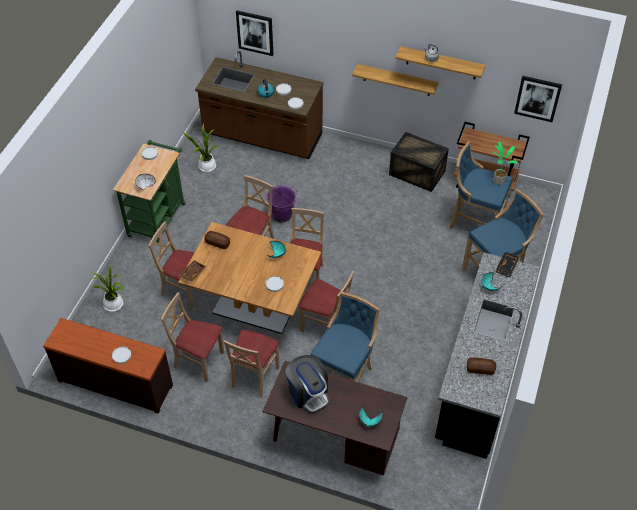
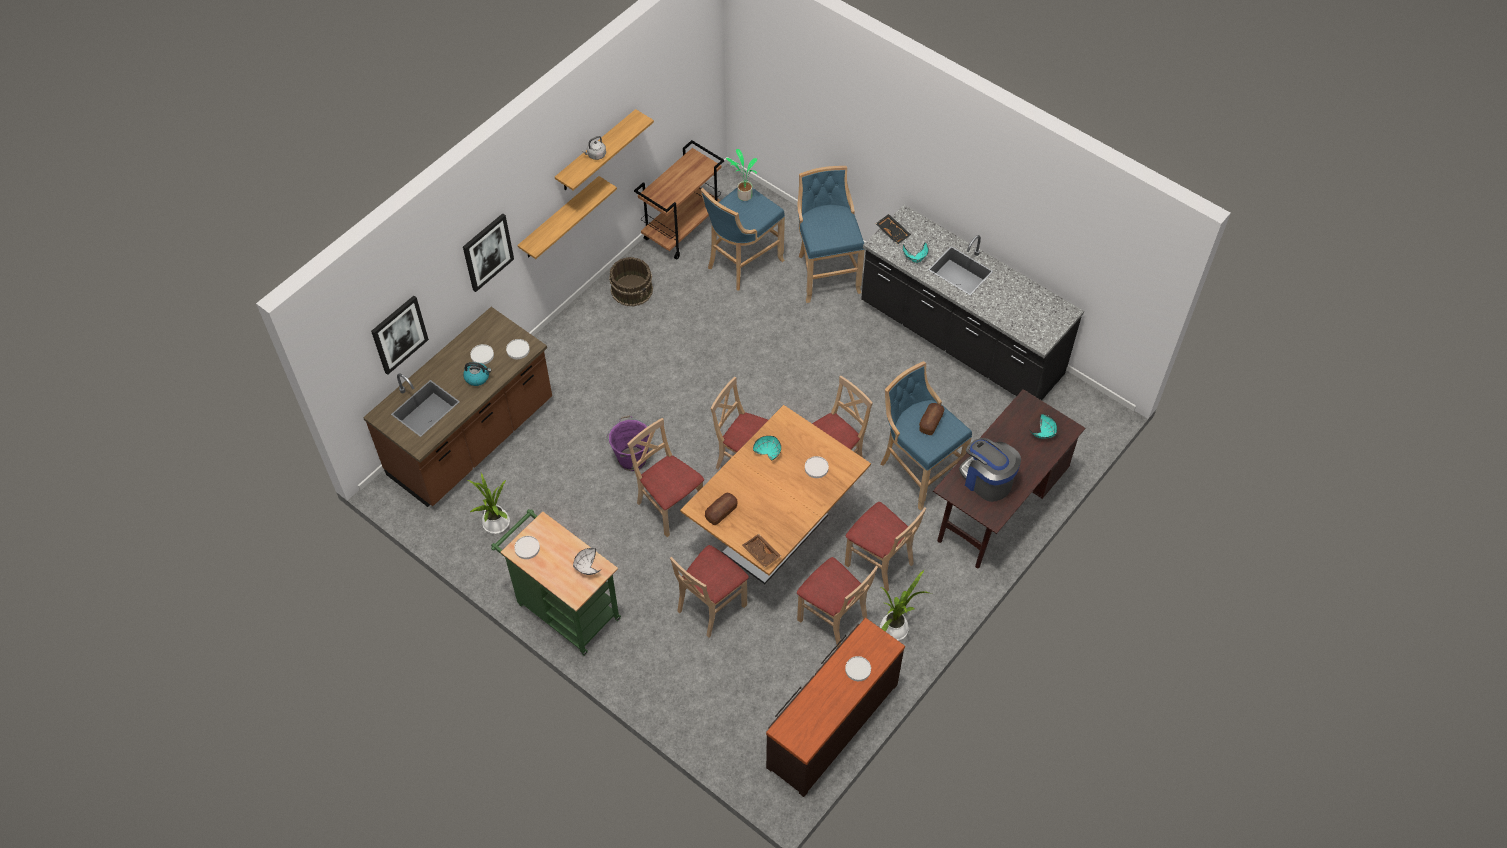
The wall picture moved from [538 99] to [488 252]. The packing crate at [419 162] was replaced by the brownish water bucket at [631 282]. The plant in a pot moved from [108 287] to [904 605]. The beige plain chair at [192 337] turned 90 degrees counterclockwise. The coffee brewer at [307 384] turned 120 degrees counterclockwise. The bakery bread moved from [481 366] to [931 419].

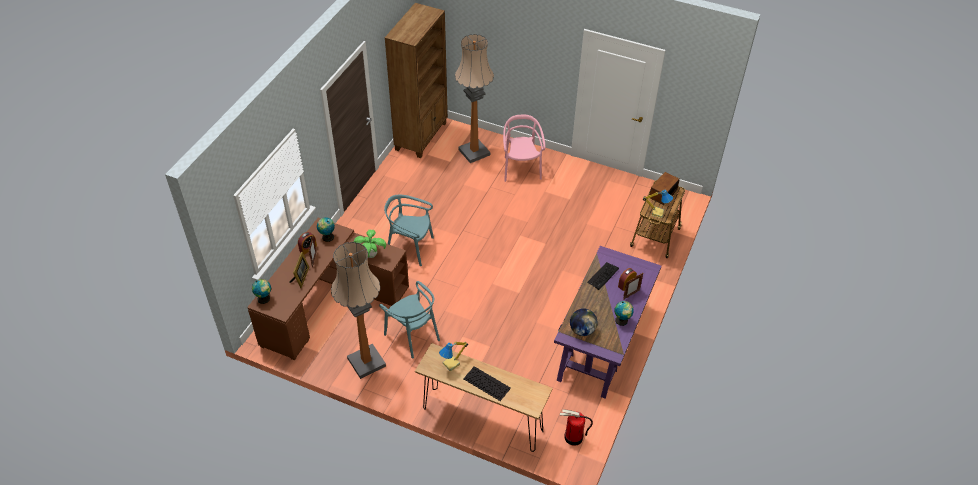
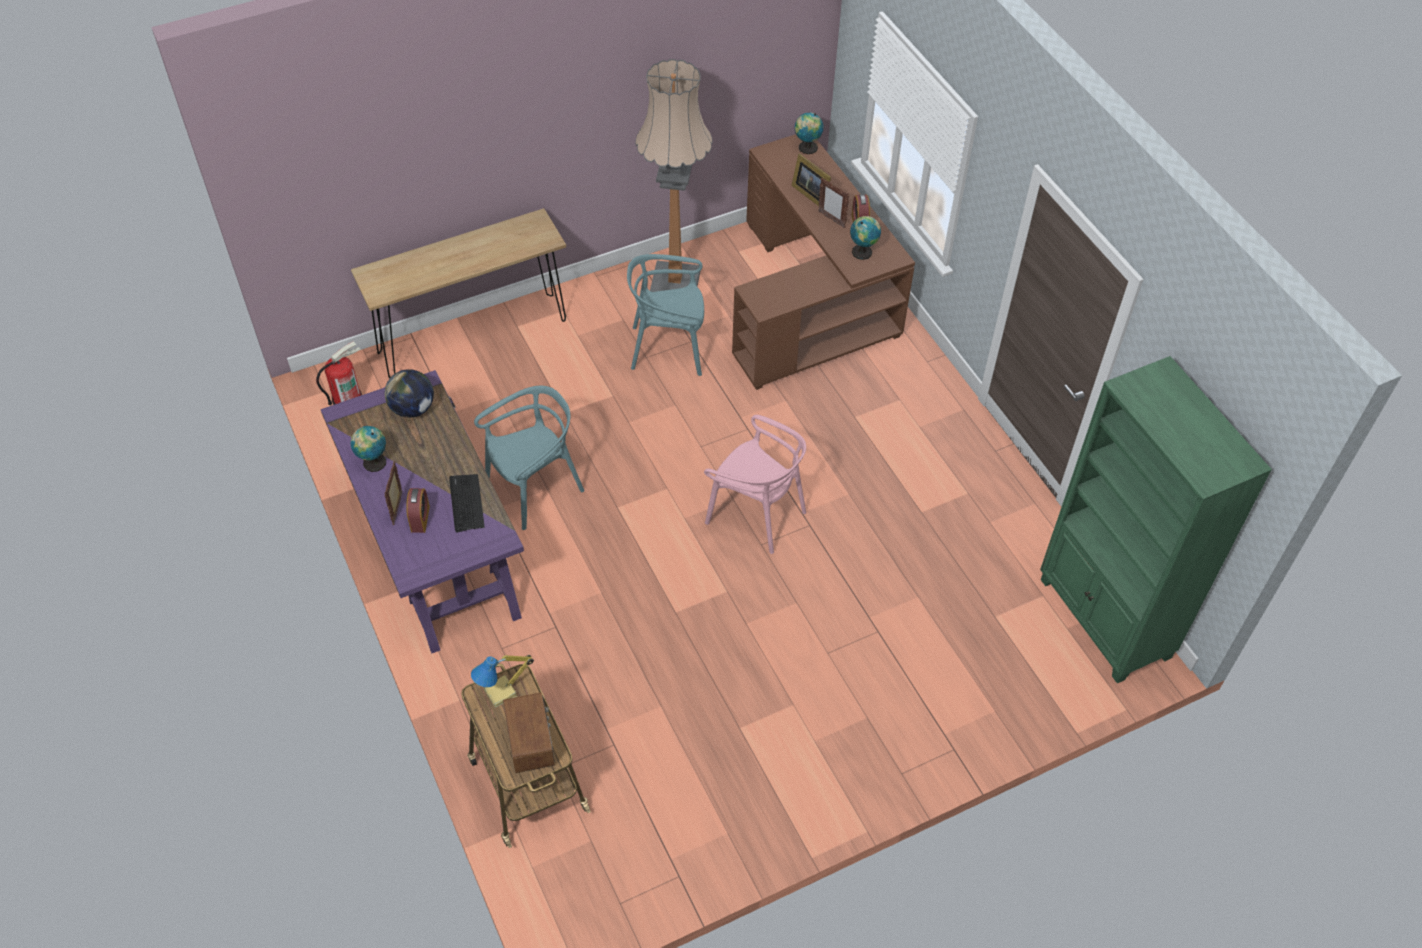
The brownish bookshelf at [416 80] became the greenish bookshelf at [1156 519]. The standard lamp at [474 98] disappeared. The pink plain chair moved from [524 148] to [755 484]. The turquoise-coloured plain chair moved from [409 230] to [529 458]. The plant in a pot at [370 244] disappeared. The tabletop lamp at [453 357] disappeared. The keyboard at [487 383] disappeared.

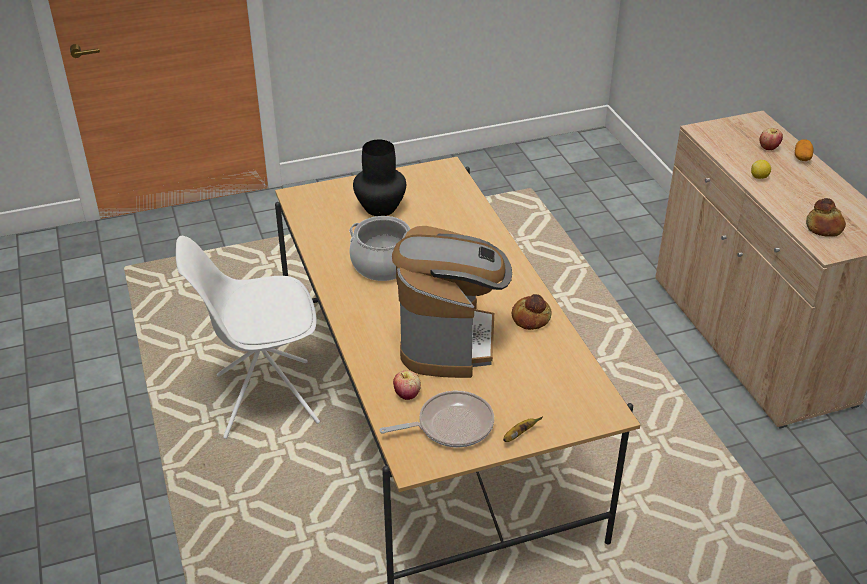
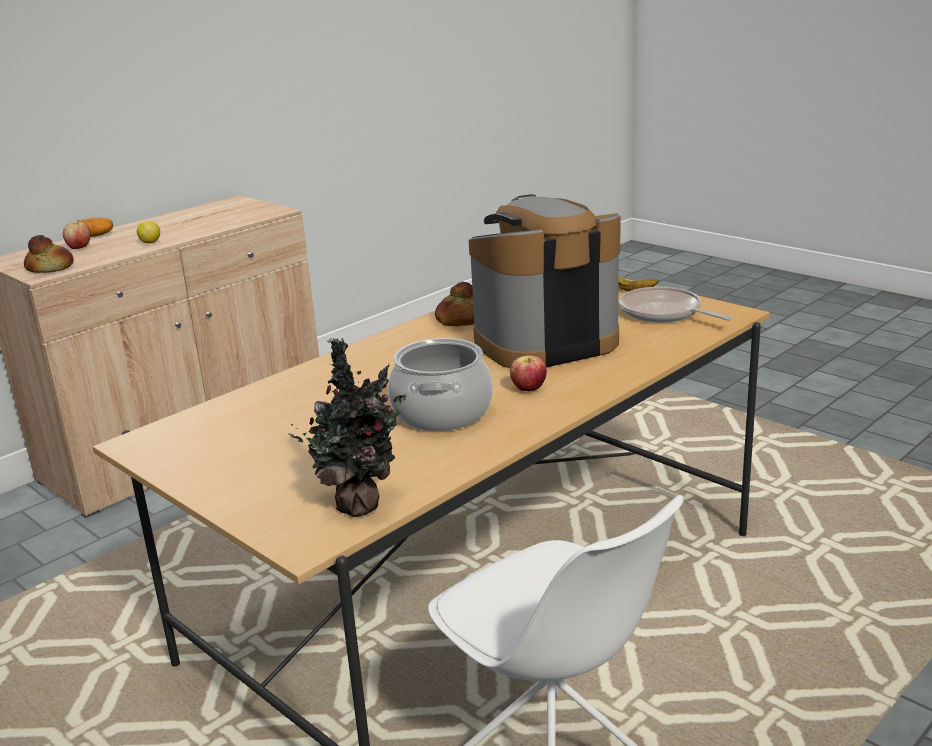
The blackish vase at [379 178] disappeared. The bakery bread moved from [826 217] to [49 254]. The whole apple moved from [407 385] to [528 373]. The plant in a pot at [348 427] appeared.

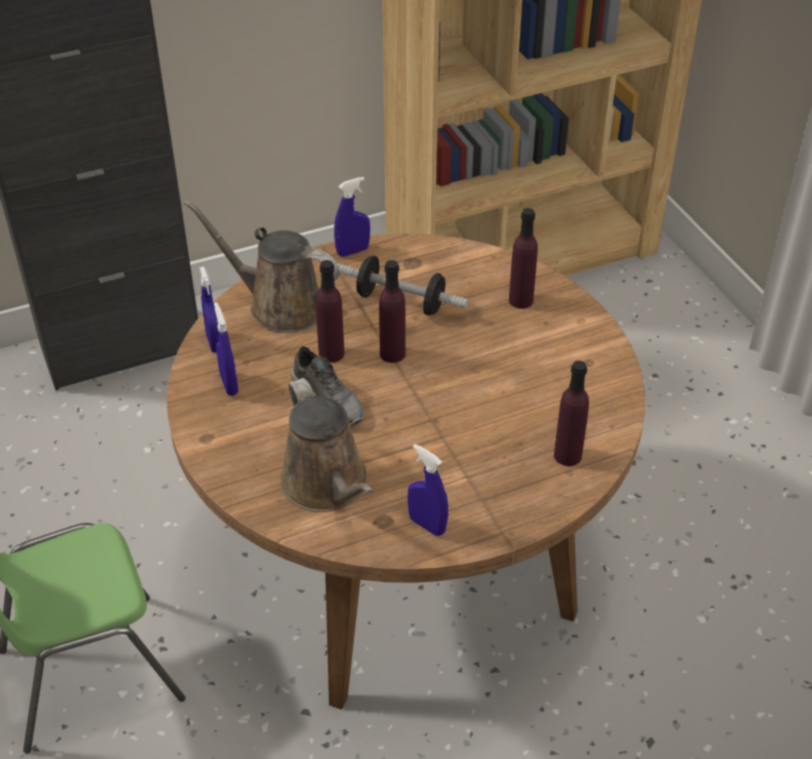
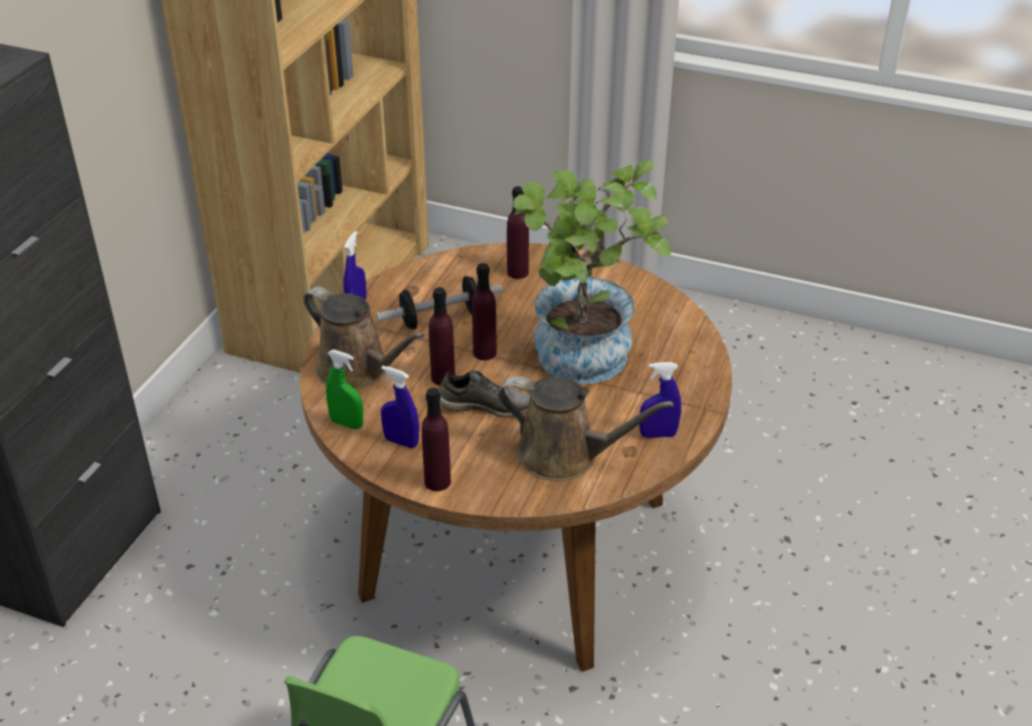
The brownish watering can at [262 266] turned 120 degrees counterclockwise. The bluish sprayer at [209 309] became the greenish sprayer at [344 389]. The purple-coloured beverage bottle moved from [571 413] to [436 439]. The plant in a pot at [592 272] appeared.

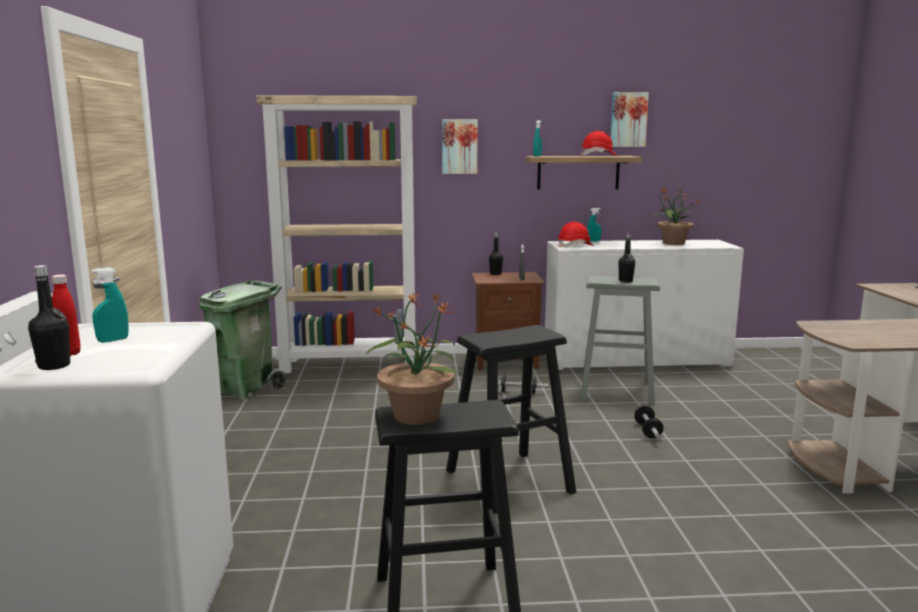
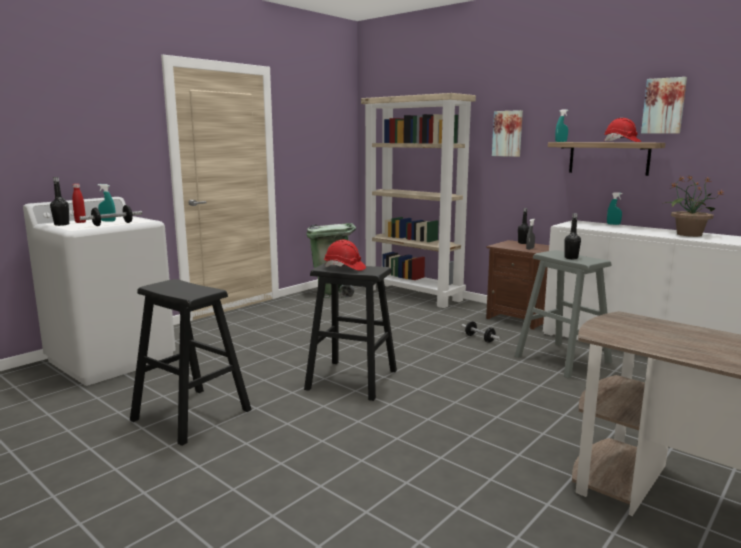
The reddish work helmet moved from [576 235] to [345 255]. The plant in a pot at [413 358] disappeared. The hand weight moved from [649 422] to [111 215].

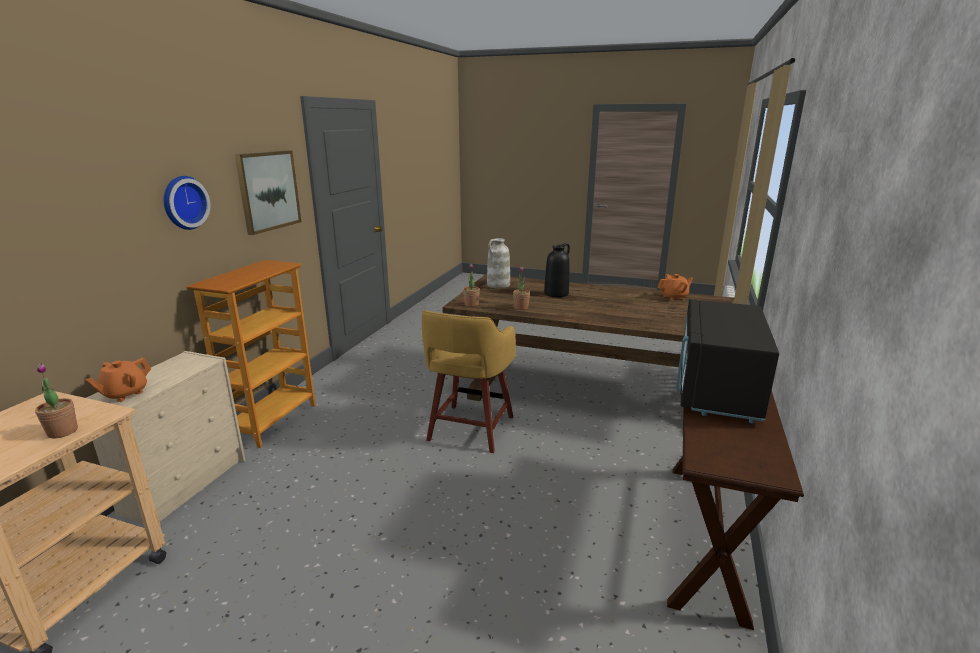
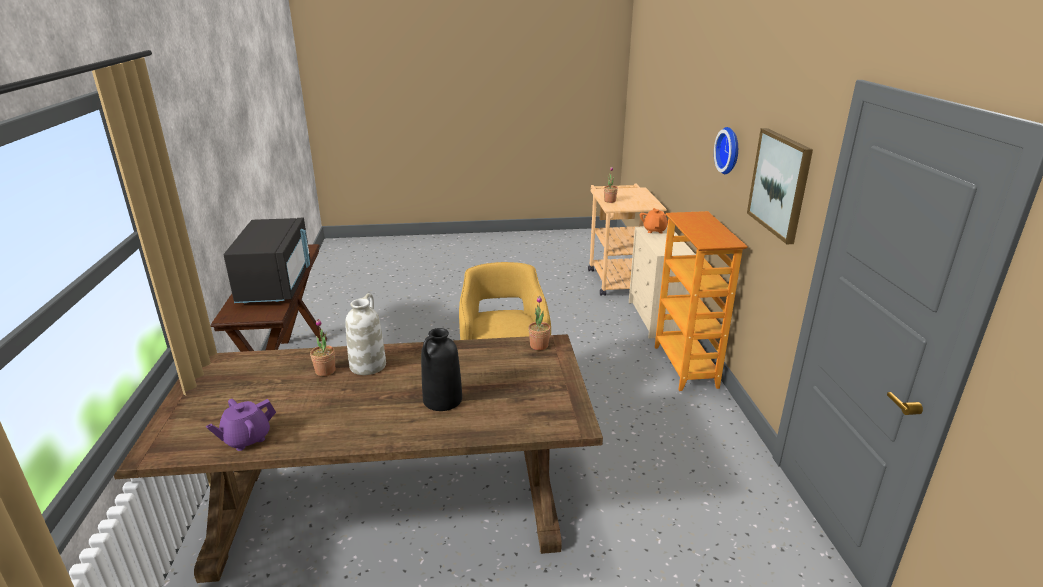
The white-coloured vase moved from [498 263] to [365 334]. The plant in a pot moved from [521 288] to [322 347]. The orange-coloured teapot at [675 287] became the purple-coloured teapot at [241 425].

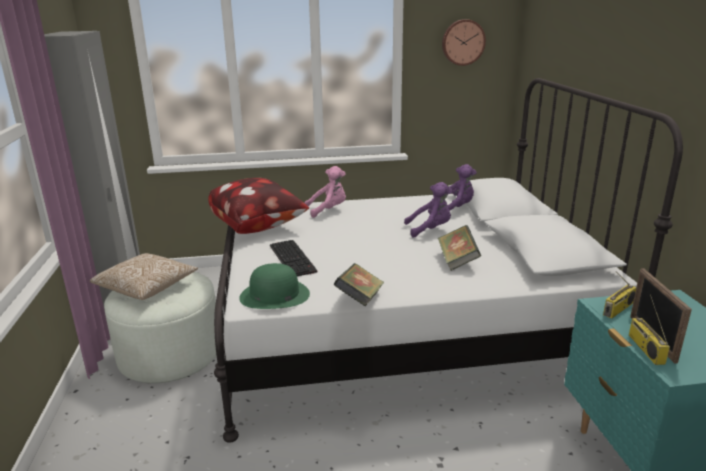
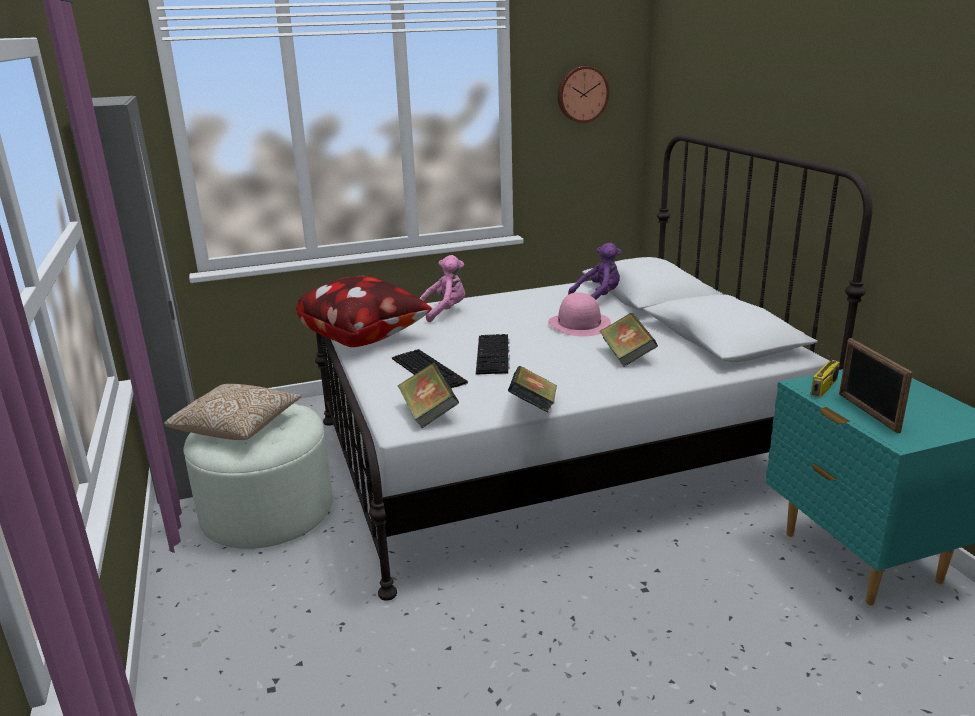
The purple-coloured plush toy at [428 210] was replaced by the pink wearable hat at [579 314]. The greenish wearable hat at [274 286] was replaced by the book at [428 395]. The radio set at [649 330] disappeared. The keyboard at [493 354] appeared.

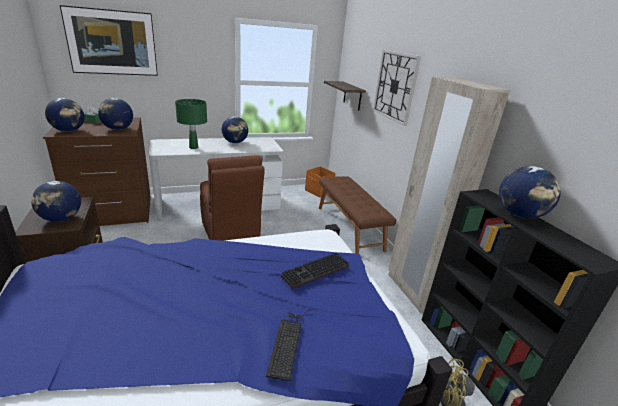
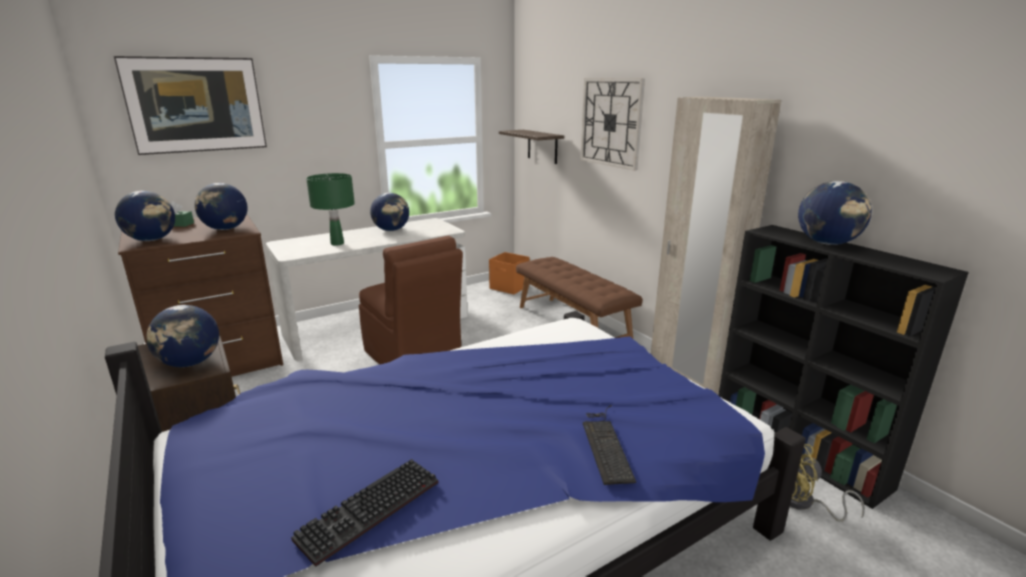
The keyboard moved from [315 271] to [364 513].

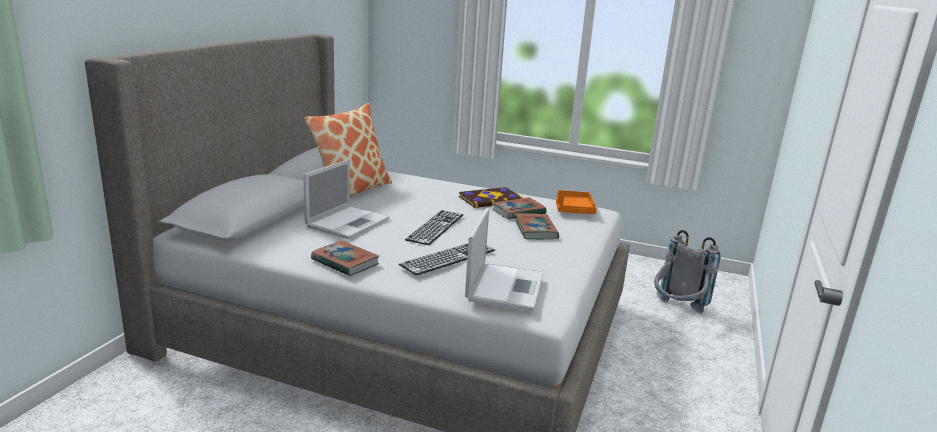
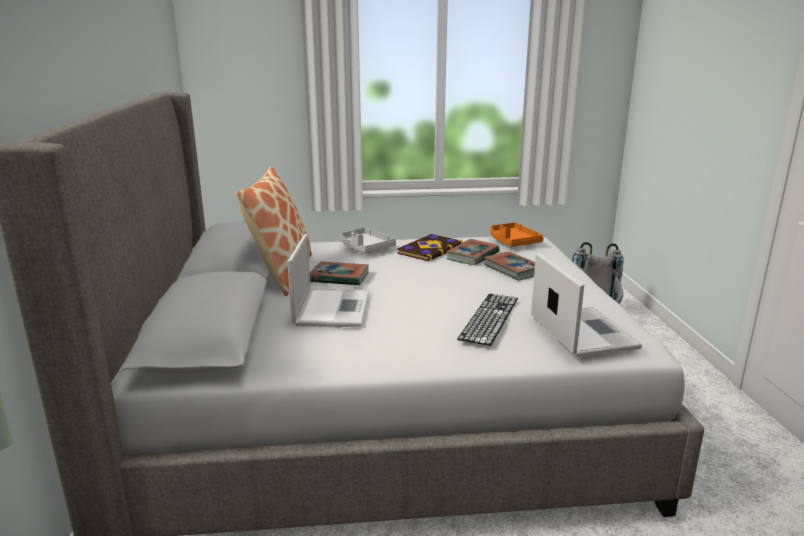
The keyboard at [434 227] disappeared. The book moved from [345 258] to [339 273]. The grey tray at [368 240] appeared.

